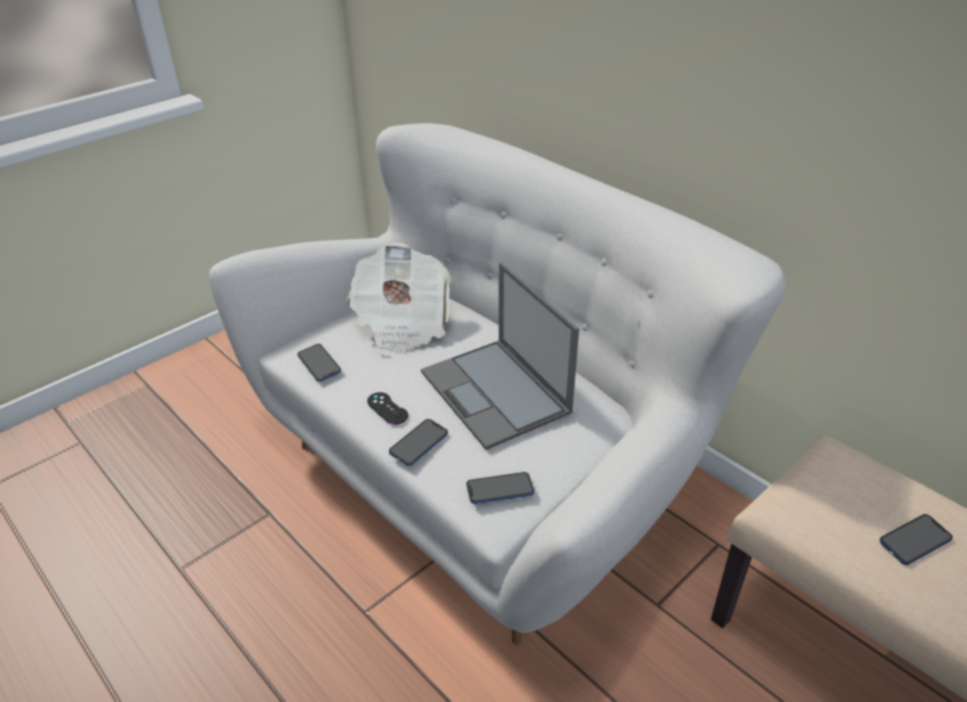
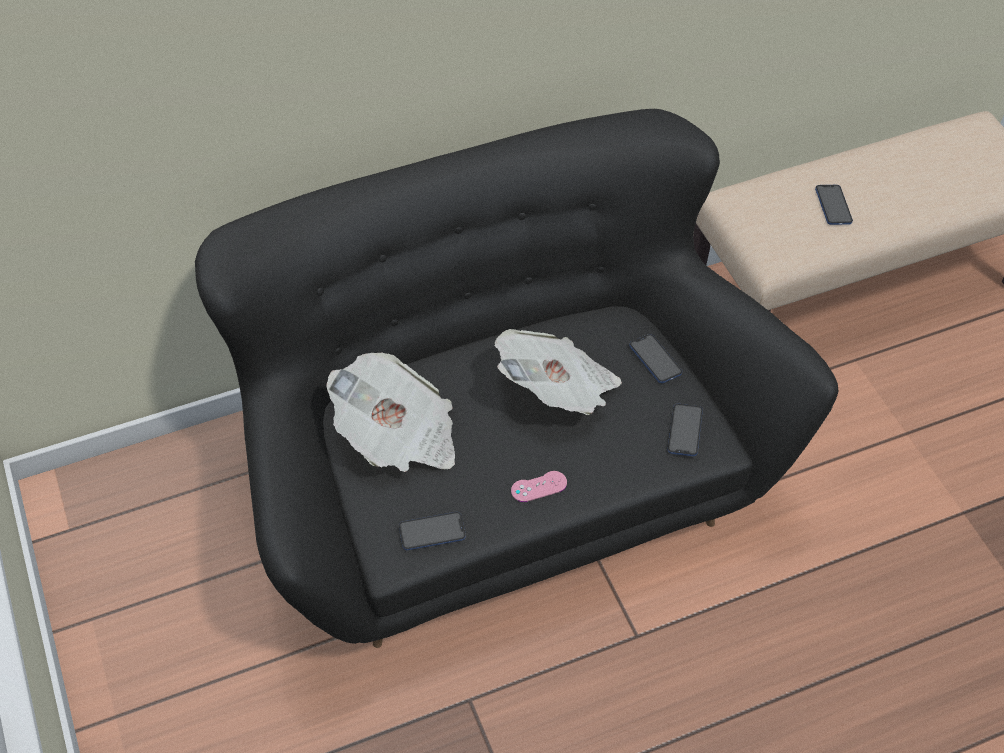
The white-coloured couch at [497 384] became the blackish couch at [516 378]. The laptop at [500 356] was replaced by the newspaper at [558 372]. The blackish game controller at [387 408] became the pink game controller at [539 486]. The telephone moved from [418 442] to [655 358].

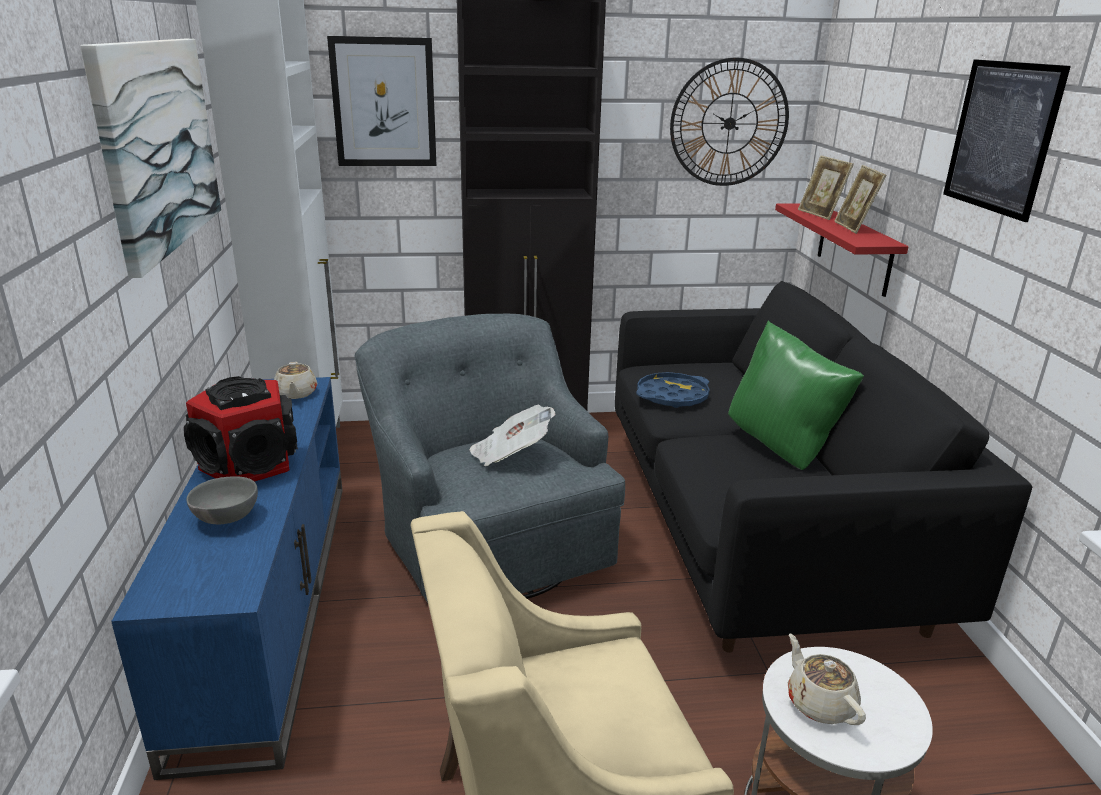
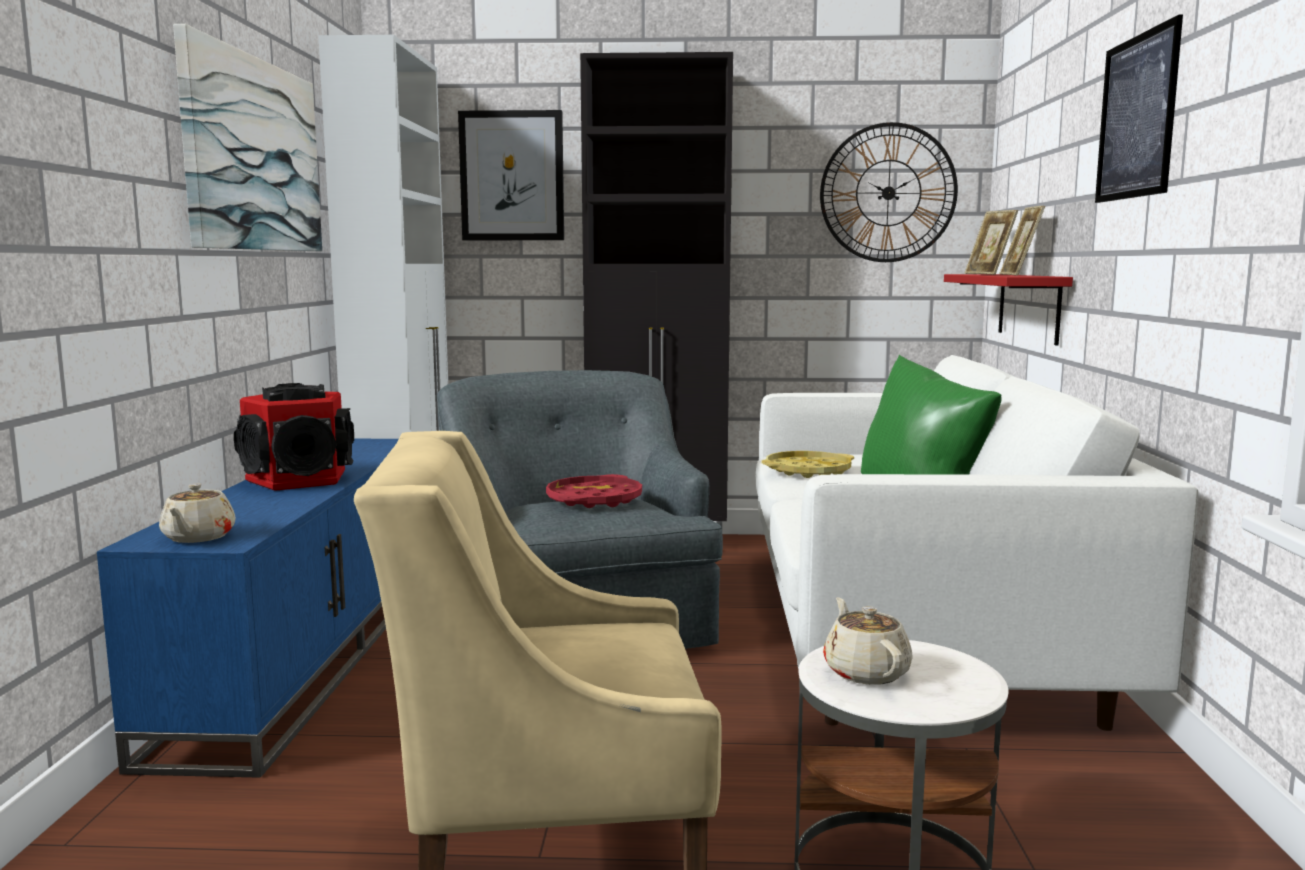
The blackish couch at [824 467] became the white-coloured couch at [977 543]. The beige teapot moved from [295 380] to [197 513]. The bluish tray at [673 390] became the yellow tray at [807 464]. The newspaper at [512 435] was replaced by the reddish tray at [594 491]. The grey deep dish at [222 500] disappeared.

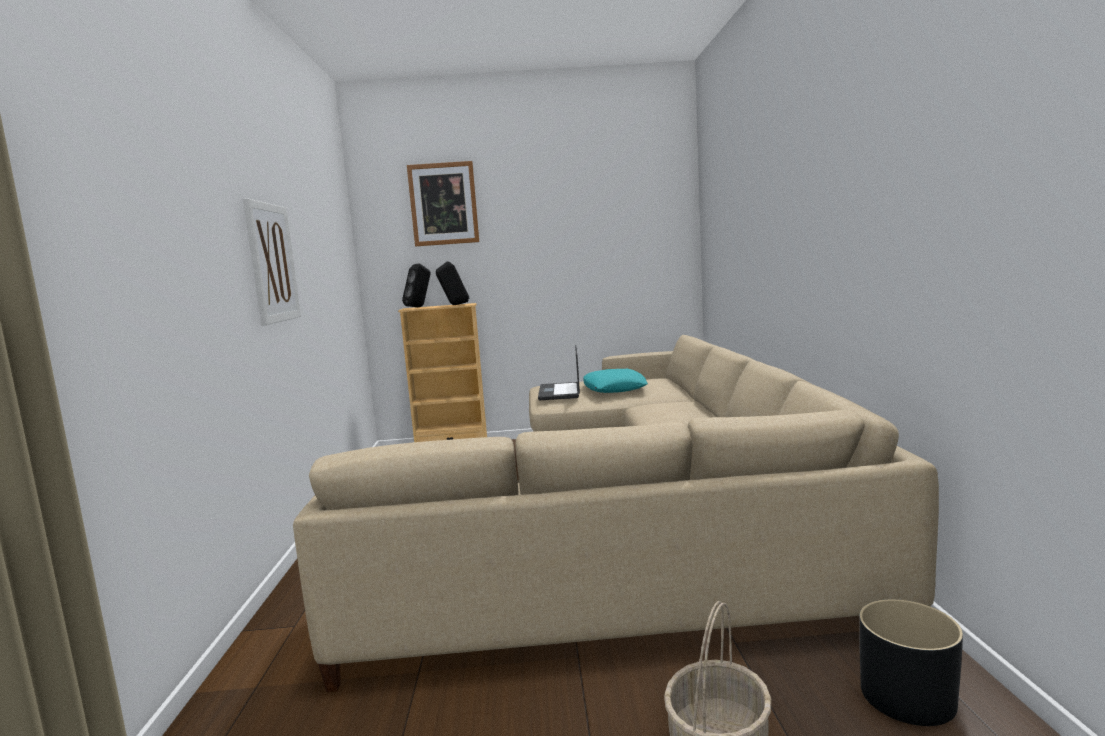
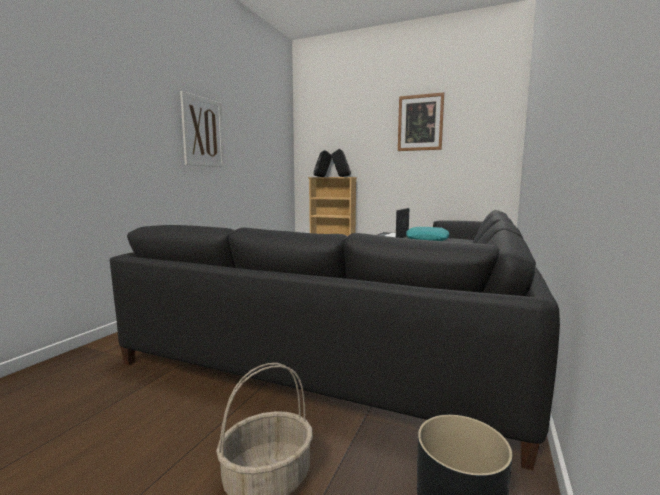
The wall picture moved from [443 203] to [421 121]. The beige couch at [616 513] became the blackish couch at [335 340].

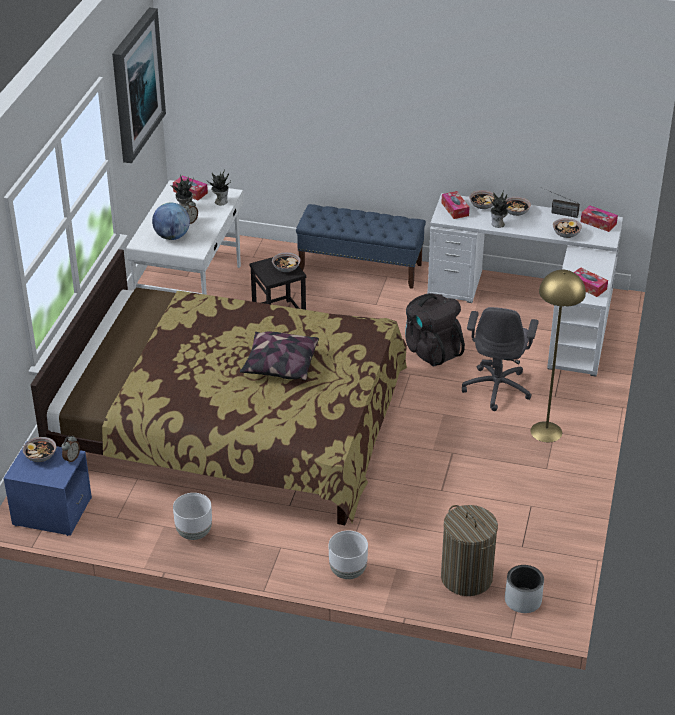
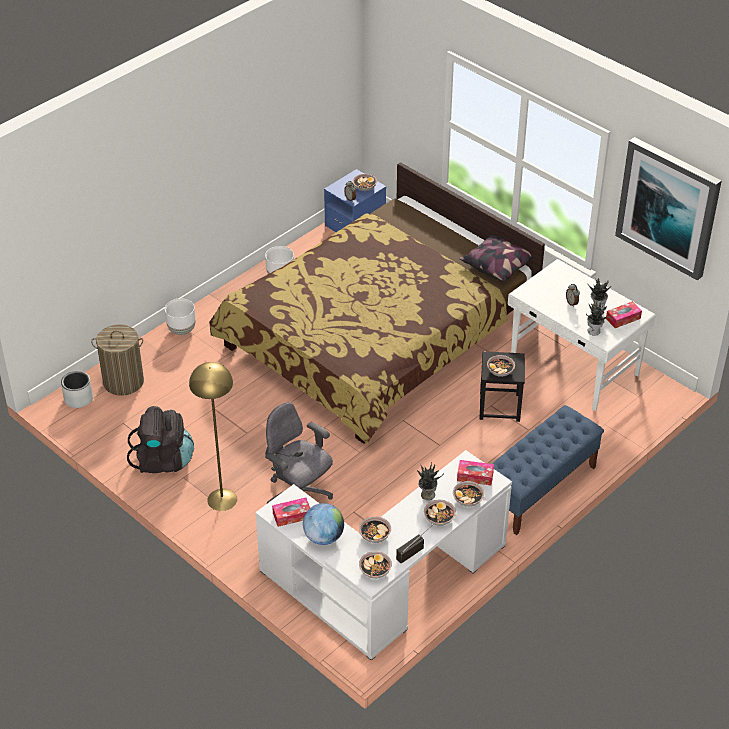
The world globe moved from [171 221] to [323 524]. The box of tissues at [599 218] was replaced by the deep dish at [375 565]. The blackish backpack moved from [435 329] to [160 439]. The throw pillow moved from [279 356] to [496 258].

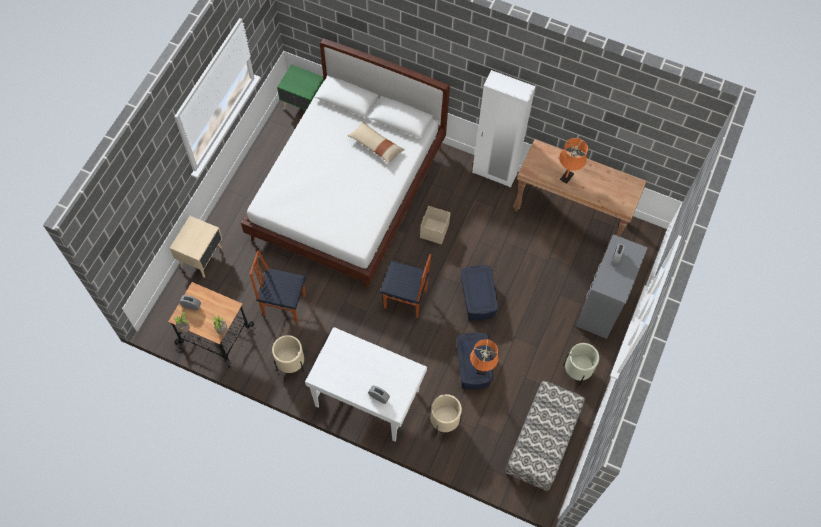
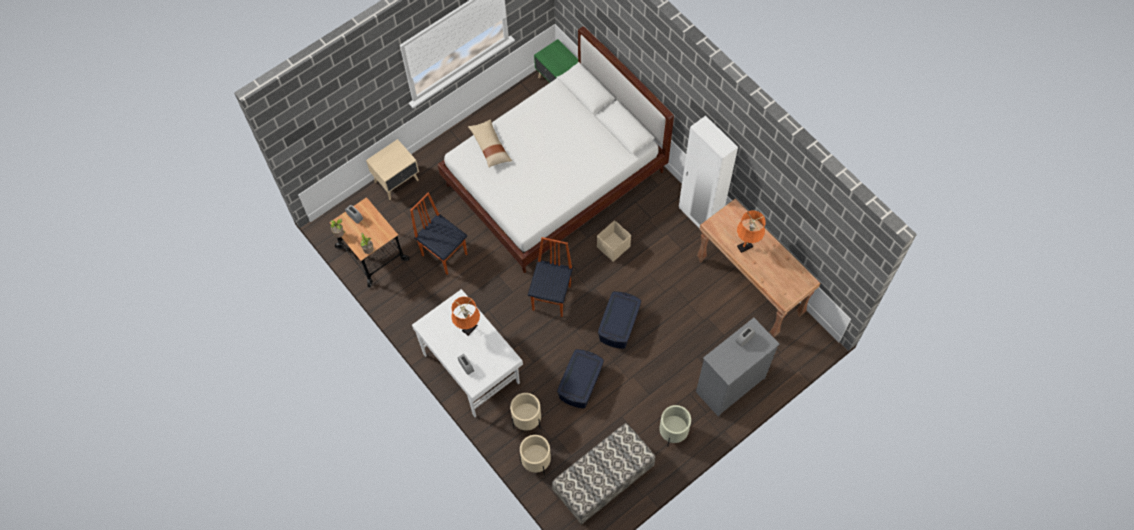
The beige throw pillow moved from [376 142] to [490 143]. The plain chair at [405 286] turned 120 degrees counterclockwise. The beige flower pot moved from [288 354] to [535 455]. The orange-coloured tabletop lamp moved from [484 357] to [465 316].

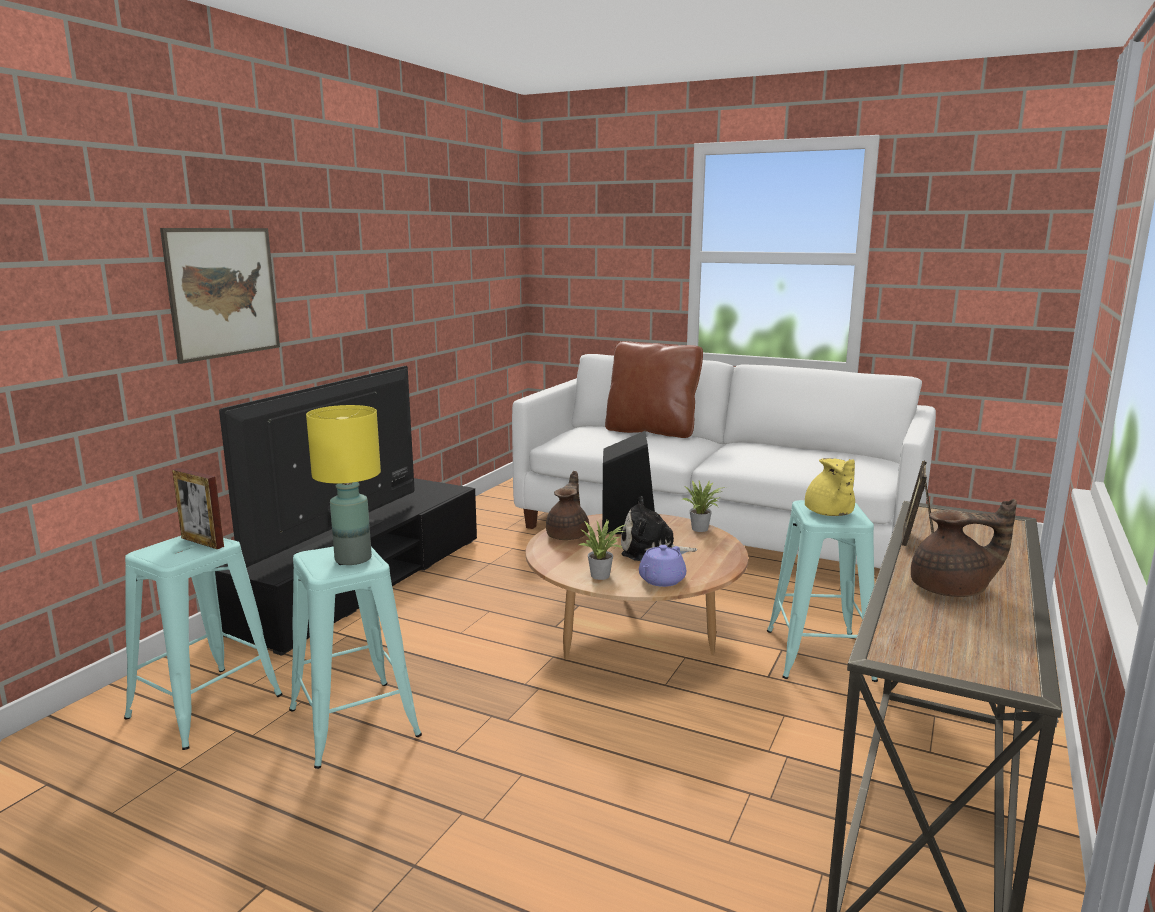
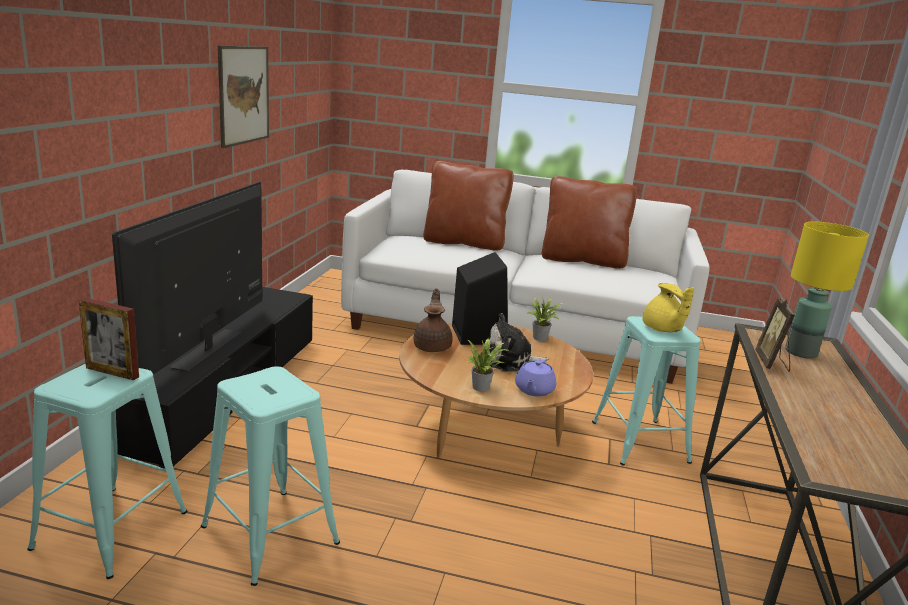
The wall picture moved from [220 296] to [243 96]. The yellow tabletop lamp moved from [343 485] to [827 290]. The brownish teapot at [964 548] disappeared. The brownish throw pillow at [589 222] appeared.

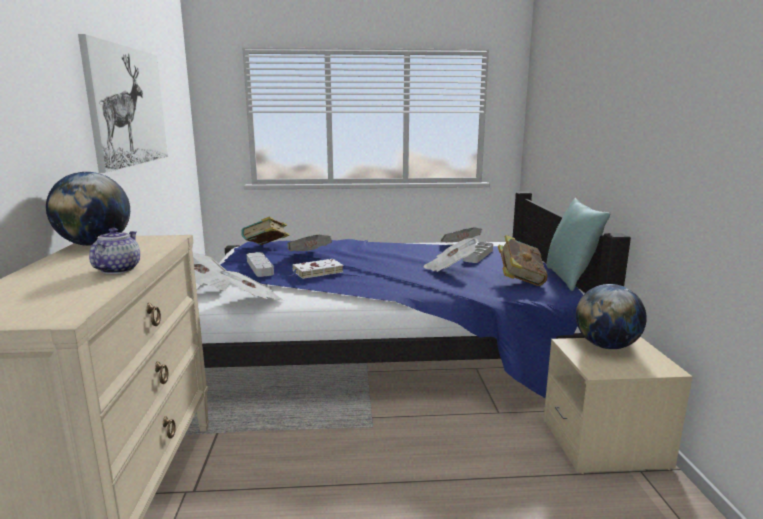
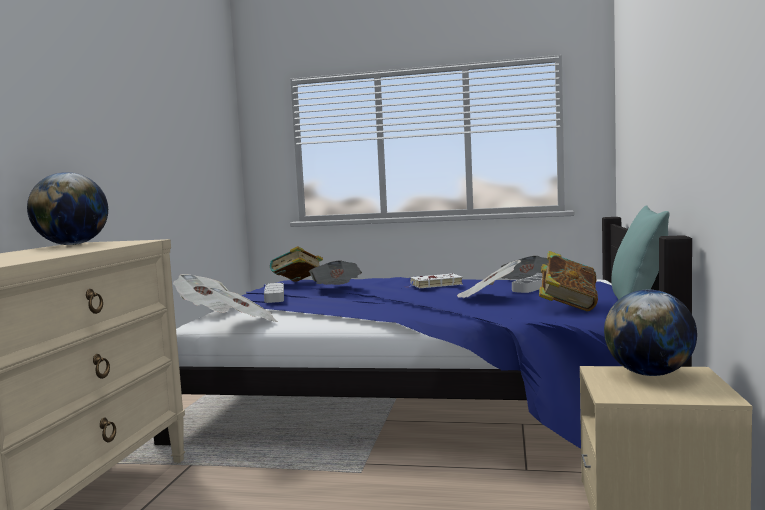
The wall picture at [123 103] disappeared. The teapot at [114 251] disappeared. The white-coloured book moved from [316 269] to [434 281].

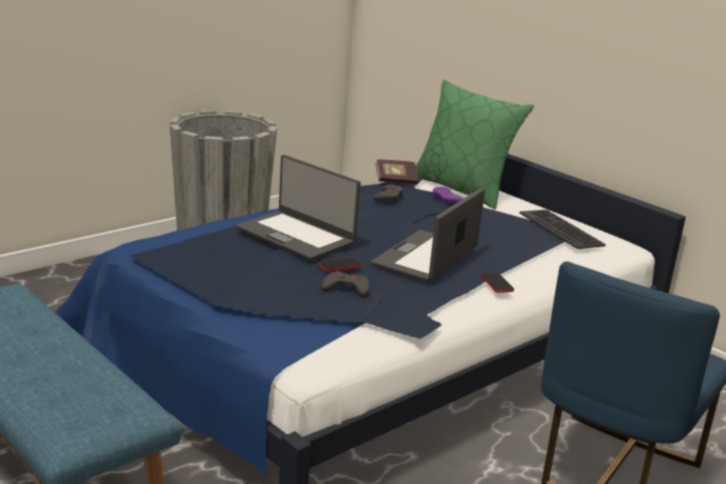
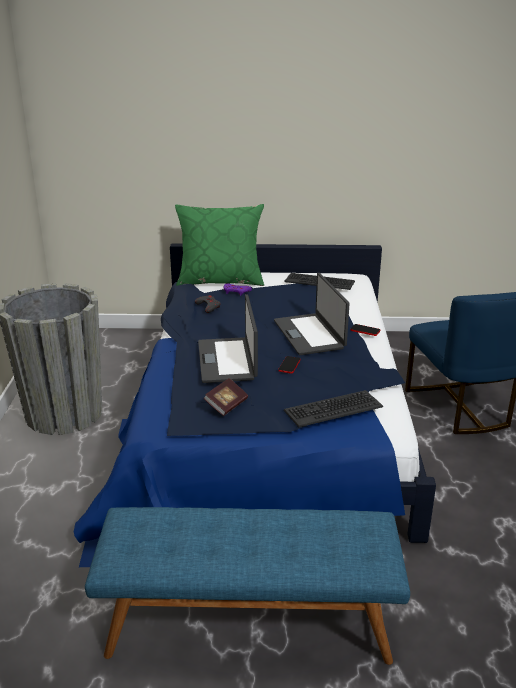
The laptop at [298 208] turned 90 degrees clockwise. The book moved from [397 171] to [225 397]. The grey game controller at [345 284] disappeared. The keyboard at [333 408] appeared.

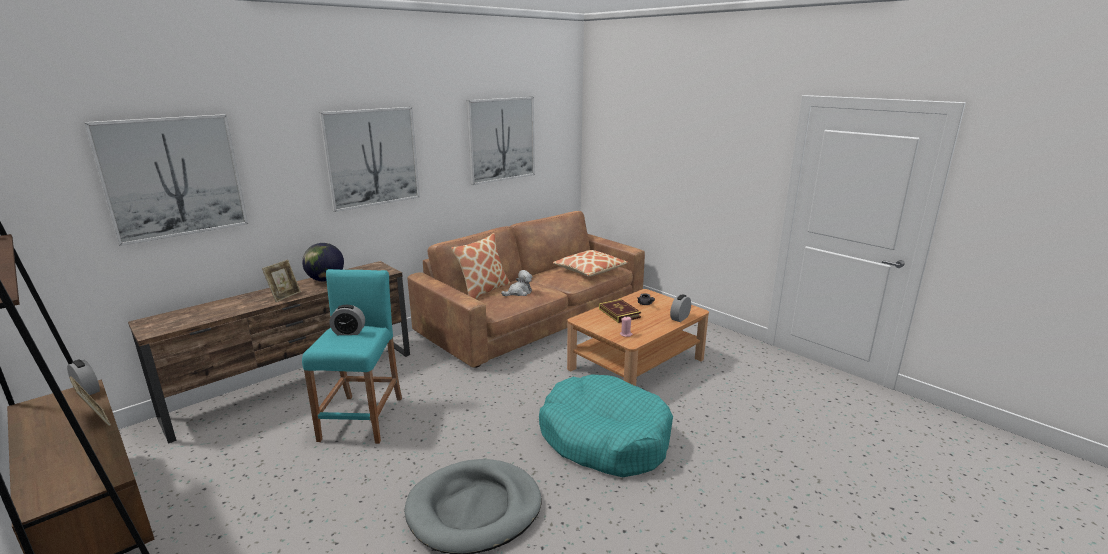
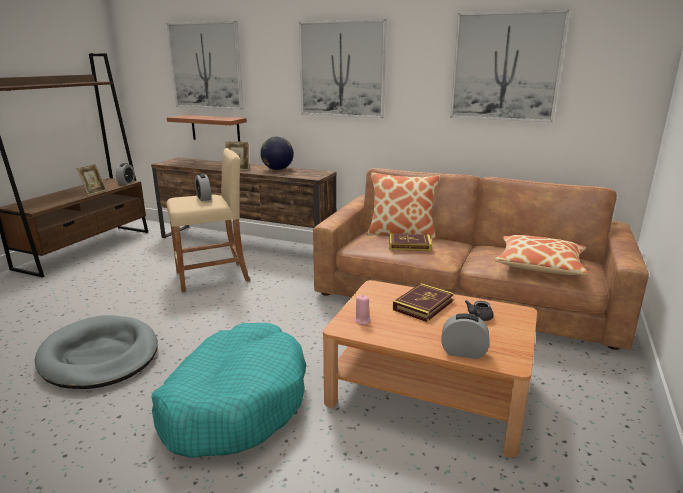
The turquoise-coloured stool at [352 356] became the beige stool at [208 220]. The plush toy at [516 283] was replaced by the book at [410 242]. The shelf at [207 128] appeared.

